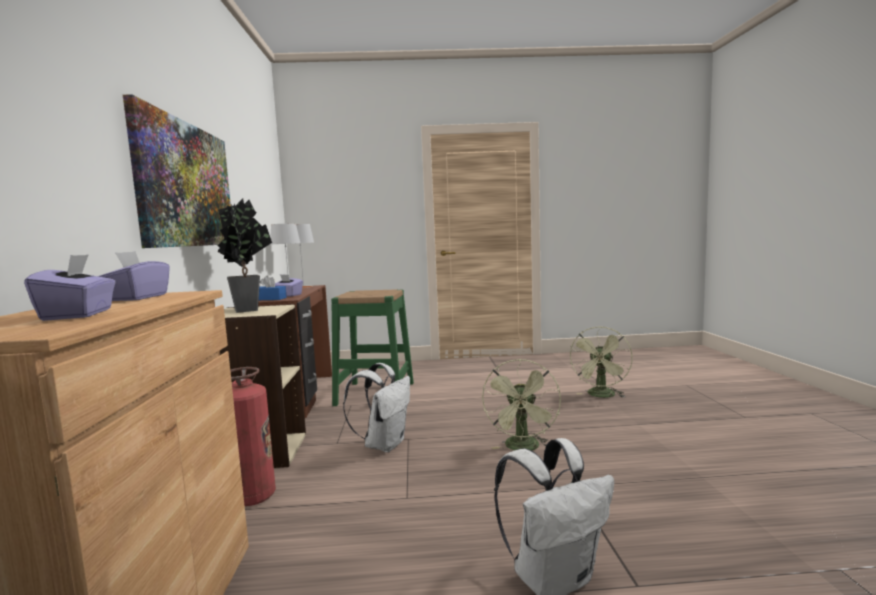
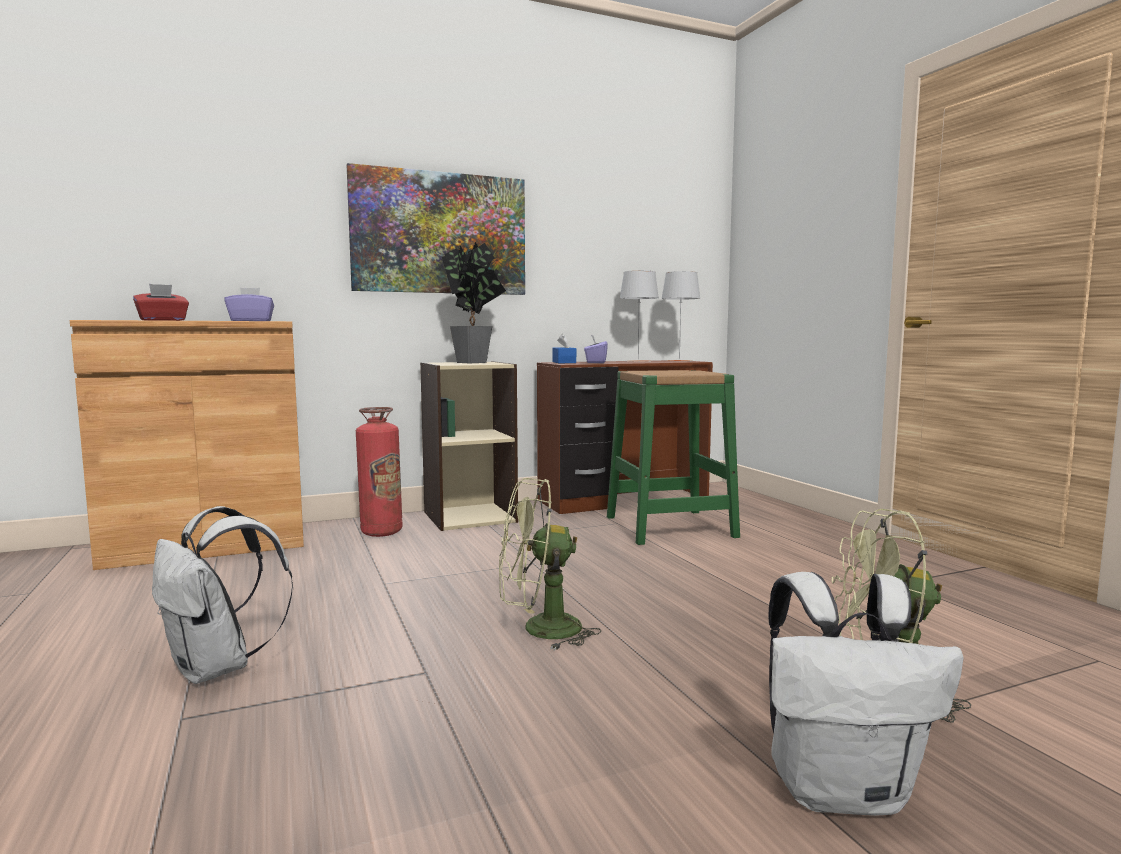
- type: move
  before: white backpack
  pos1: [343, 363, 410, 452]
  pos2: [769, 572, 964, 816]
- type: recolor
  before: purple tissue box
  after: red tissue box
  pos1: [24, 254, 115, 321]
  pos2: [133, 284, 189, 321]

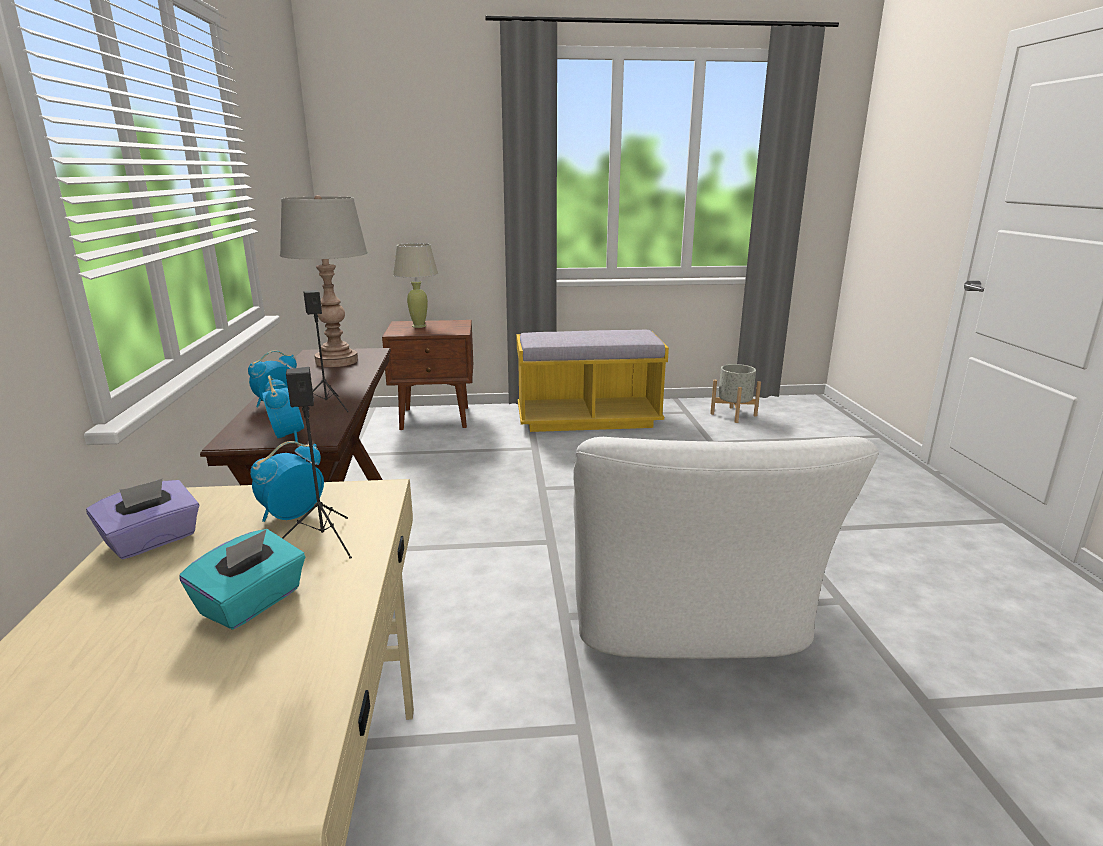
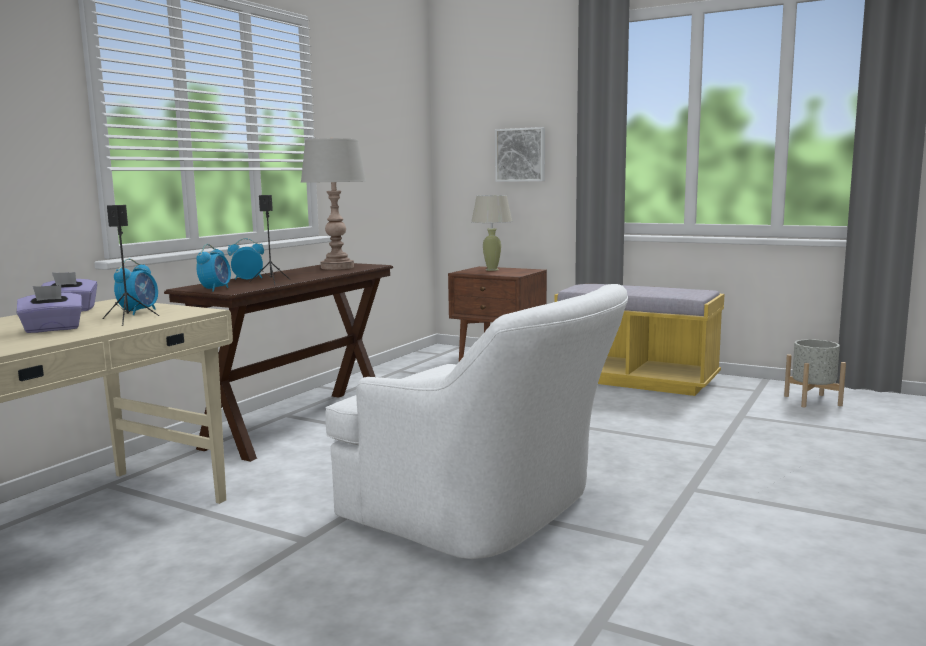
- type: insert
  after: picture
  pos2: [495, 127, 545, 182]
- type: recolor
  before: turquoise tissue box
  after: purple tissue box
  pos1: [179, 529, 305, 630]
  pos2: [17, 285, 82, 333]
- type: rotate
  before: alarm clock
  pos1: [250, 441, 324, 522]
  pos2: [114, 259, 158, 315]
  turn: 120
- type: rotate
  before: white armchair
  pos1: [573, 436, 879, 659]
  pos2: [326, 284, 628, 559]
  turn: -90

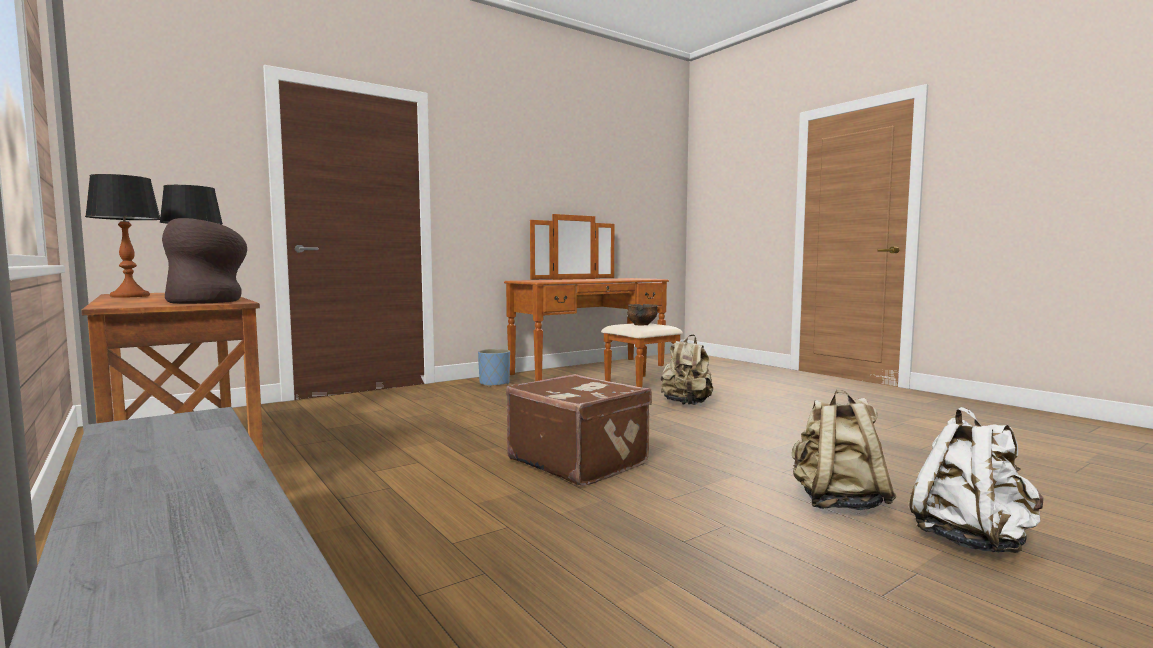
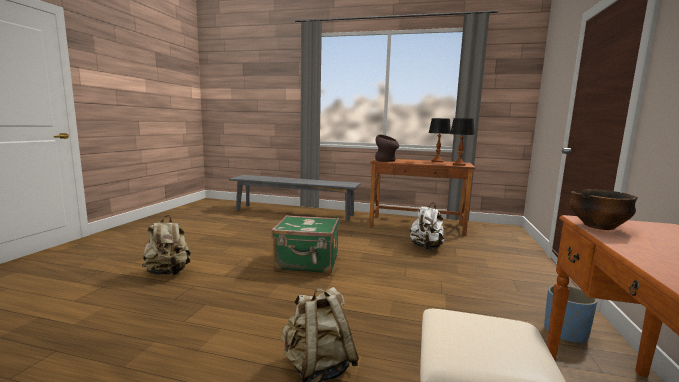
- type: move
  before: bowl
  pos1: [627, 304, 658, 325]
  pos2: [569, 189, 638, 230]
- type: move
  before: white backpack
  pos1: [909, 407, 1043, 553]
  pos2: [410, 203, 445, 250]
- type: recolor
  before: brown suitcase
  after: green suitcase
  pos1: [506, 374, 652, 486]
  pos2: [271, 215, 339, 273]

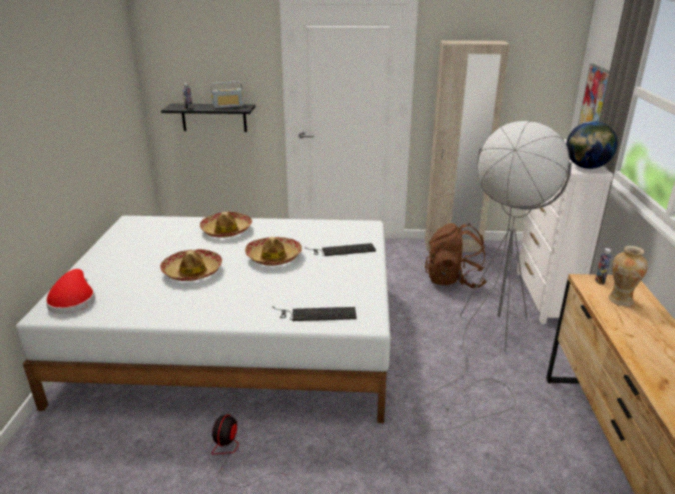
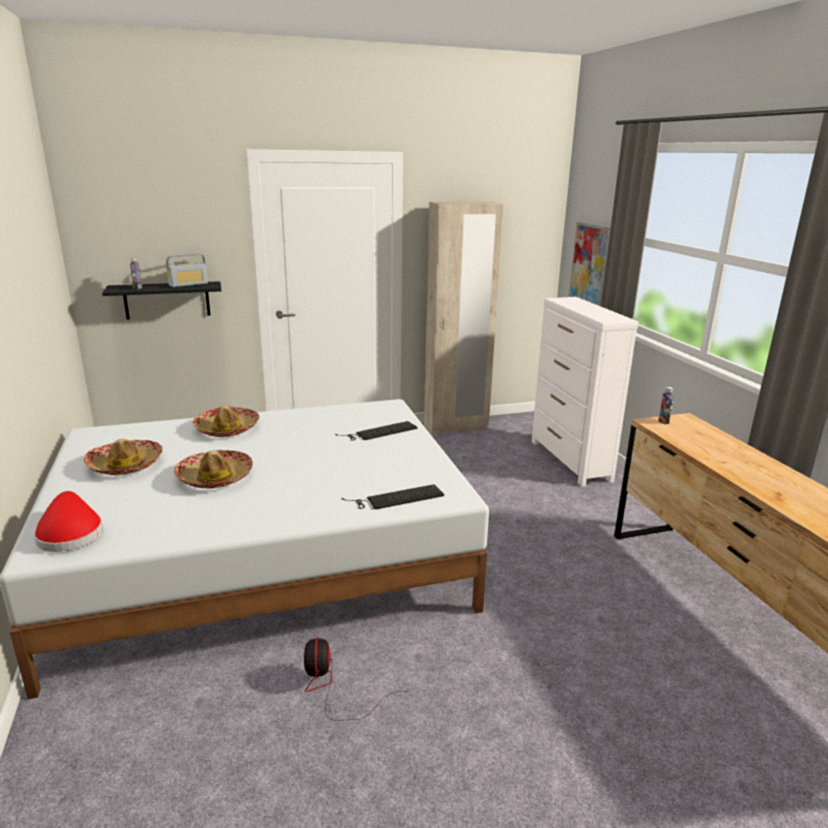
- type: delete
  before: grey floor lamp
  pos1: [413, 121, 572, 431]
- type: delete
  before: brown backpack
  pos1: [425, 223, 486, 288]
- type: delete
  before: globe
  pos1: [566, 121, 618, 169]
- type: delete
  before: vase
  pos1: [609, 246, 648, 306]
- type: move
  before: hat
  pos1: [245, 237, 302, 266]
  pos2: [84, 439, 162, 475]

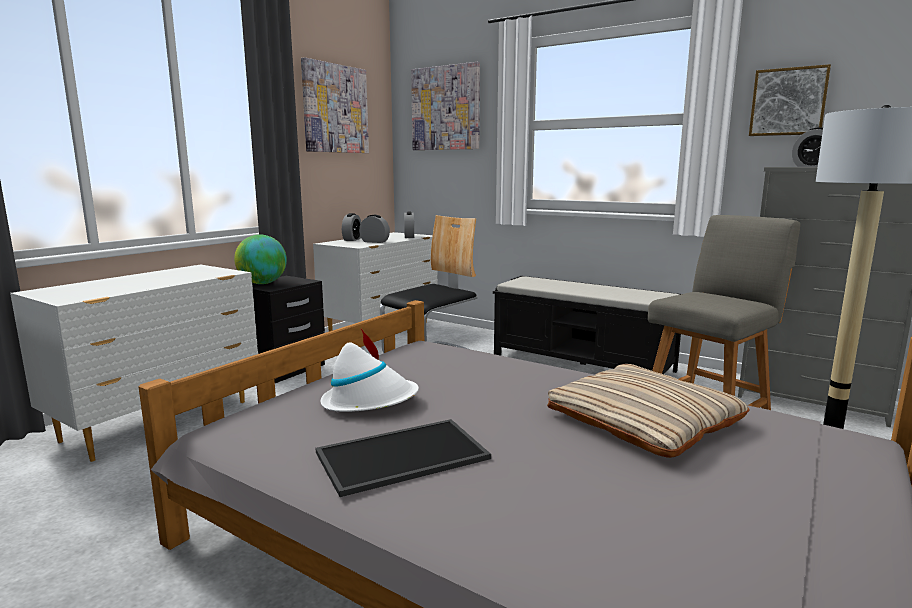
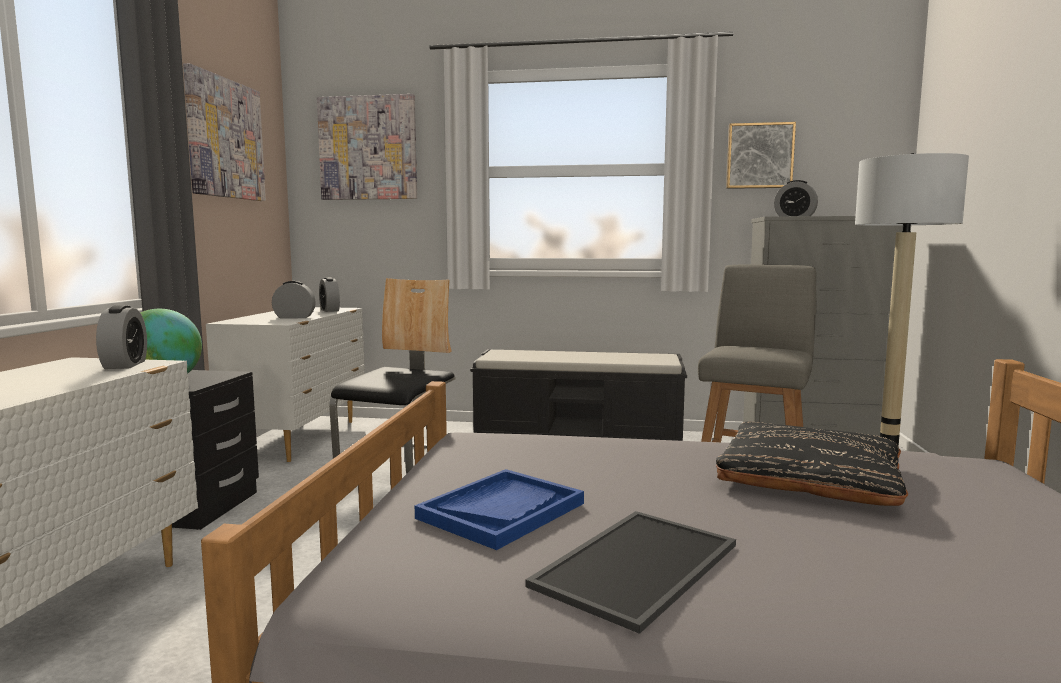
- type: move
  before: alarm clock
  pos1: [342, 213, 361, 241]
  pos2: [96, 305, 147, 369]
- type: replace
  before: white hat
  after: blue tray
  pos1: [320, 328, 419, 412]
  pos2: [415, 469, 584, 550]
- type: recolor
  before: beige pillow
  after: black pillow
  pos1: [547, 364, 750, 458]
  pos2: [716, 421, 908, 506]

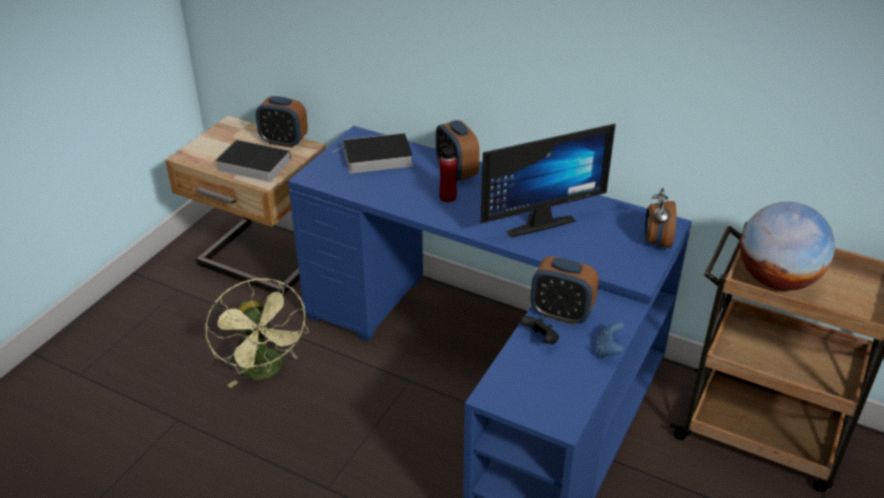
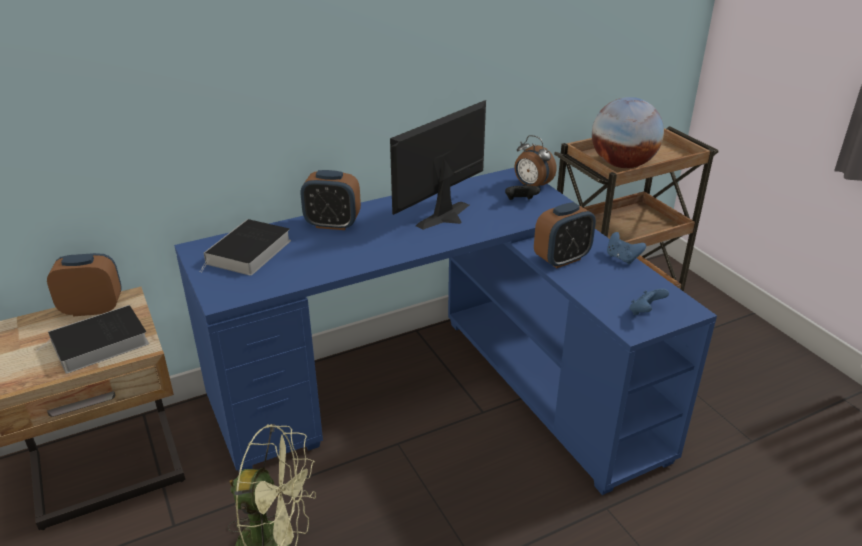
- type: delete
  before: red bottle
  pos1: [439, 142, 457, 202]
- type: insert
  after: blue game controller
  pos2: [630, 288, 669, 315]
- type: move
  before: black game controller
  pos1: [520, 316, 559, 344]
  pos2: [505, 184, 540, 200]
- type: rotate
  before: alarm clock
  pos1: [256, 96, 308, 148]
  pos2: [47, 253, 122, 316]
  turn: -150
- type: rotate
  before: monitor
  pos1: [481, 124, 615, 238]
  pos2: [390, 100, 486, 230]
  turn: -150

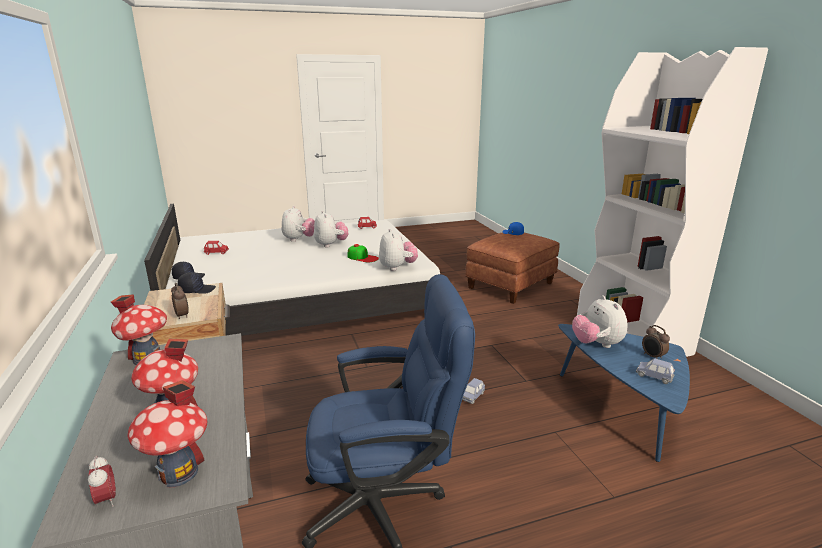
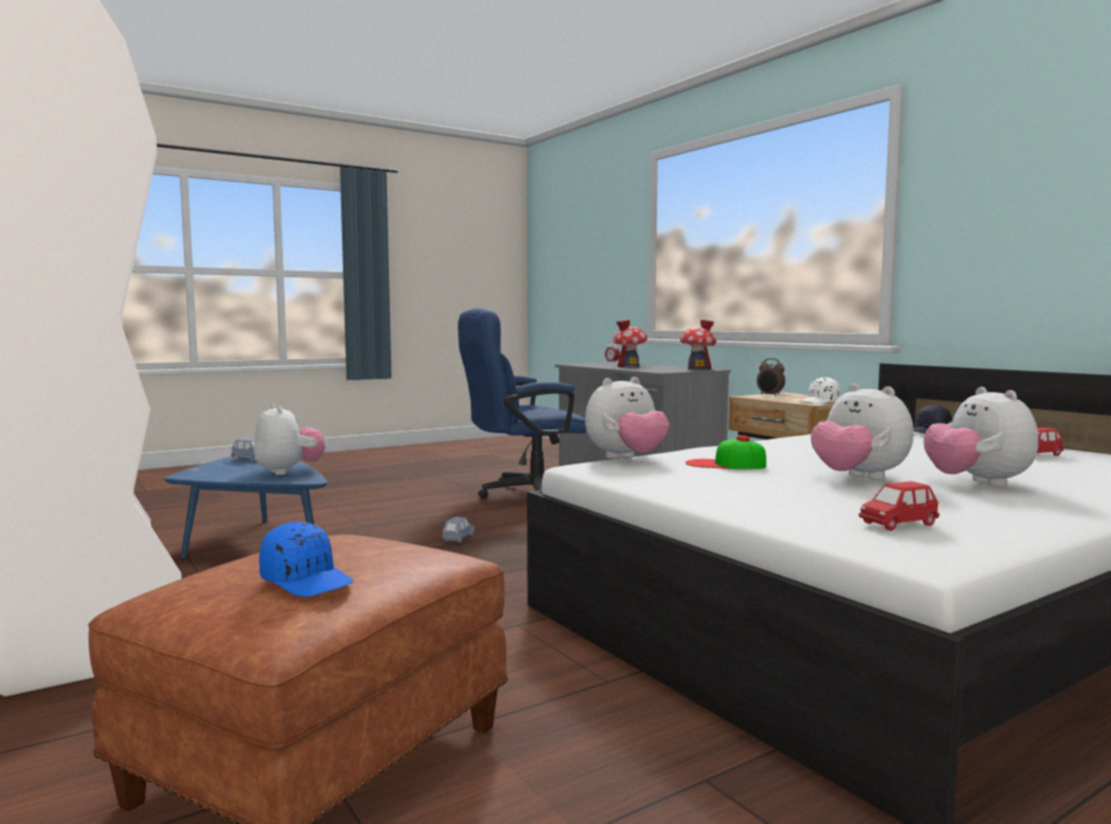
- type: delete
  before: toy house
  pos1: [128, 380, 207, 487]
- type: delete
  before: alarm clock
  pos1: [642, 325, 670, 359]
- type: recolor
  before: black cap
  after: white cap
  pos1: [178, 272, 216, 294]
  pos2: [799, 377, 840, 404]
- type: rotate
  before: plush toy
  pos1: [379, 229, 418, 271]
  pos2: [585, 377, 670, 459]
  turn: -90

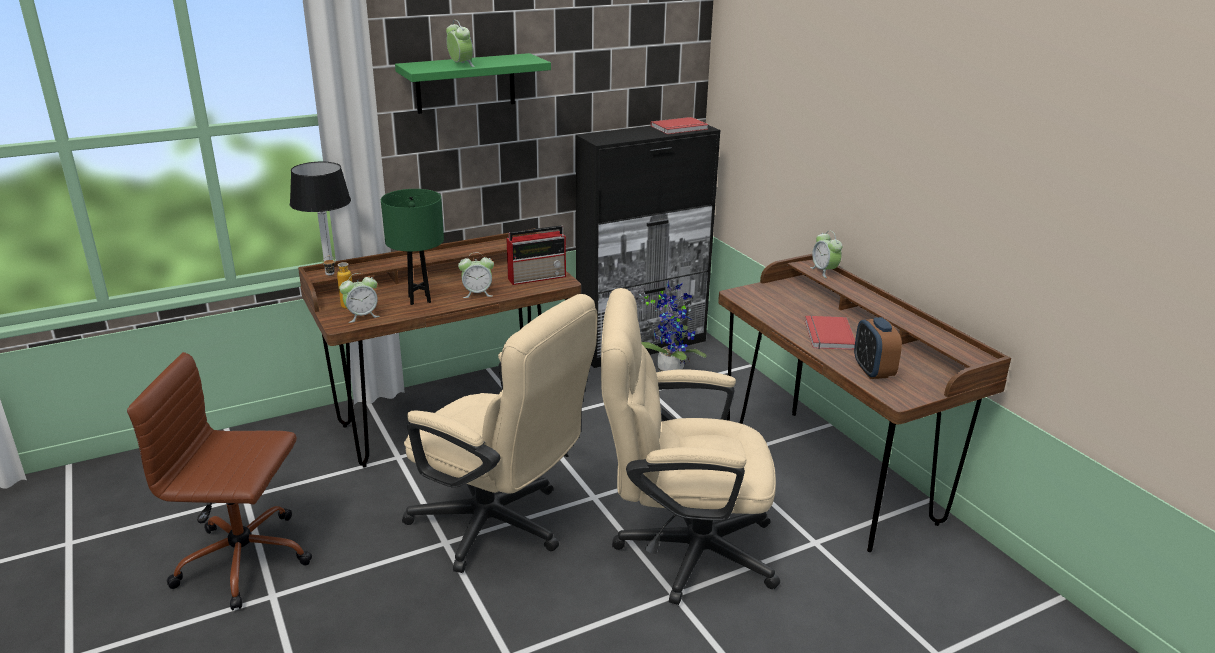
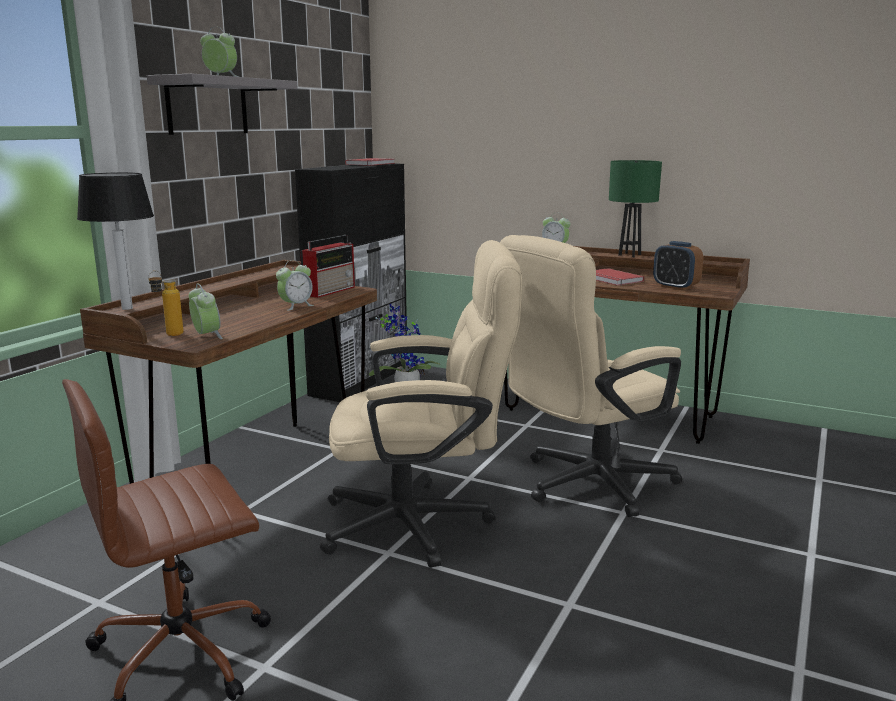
- type: move
  before: green table lamp
  pos1: [381, 189, 444, 305]
  pos2: [609, 160, 662, 257]
- type: recolor
  before: green shelf
  after: grey shelf
  pos1: [395, 53, 551, 114]
  pos2: [147, 74, 298, 135]
- type: rotate
  before: alarm clock
  pos1: [339, 273, 380, 323]
  pos2: [189, 284, 223, 339]
  turn: -60

